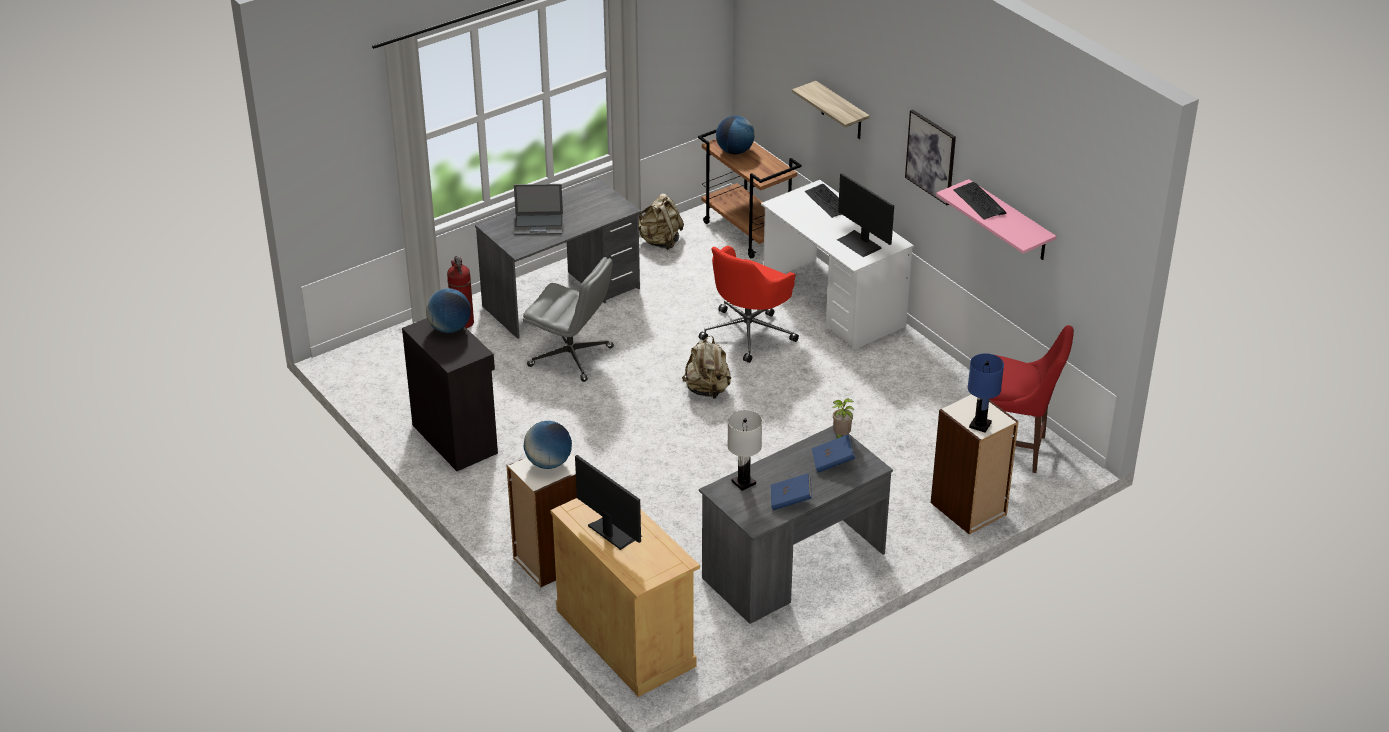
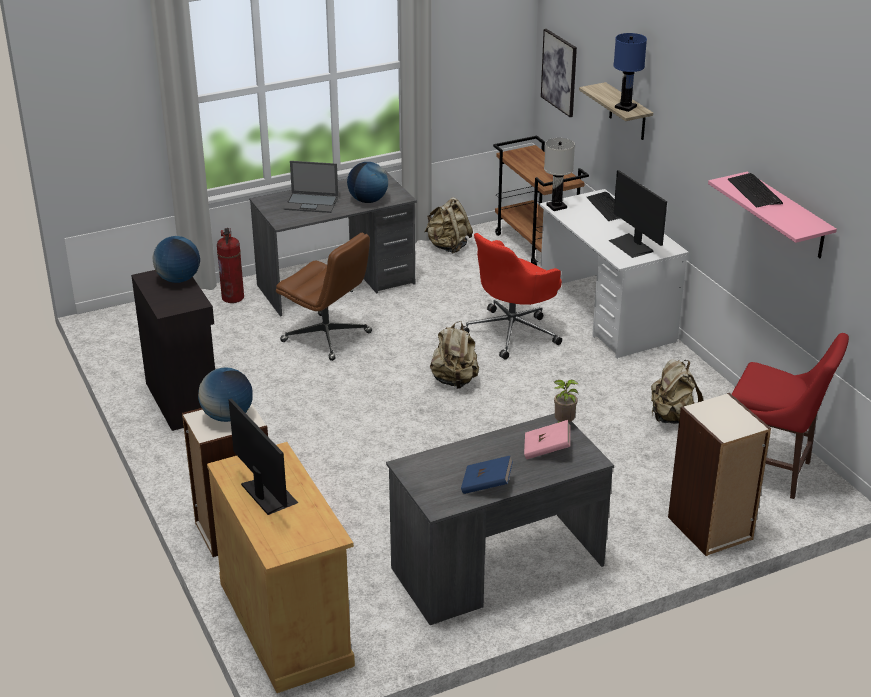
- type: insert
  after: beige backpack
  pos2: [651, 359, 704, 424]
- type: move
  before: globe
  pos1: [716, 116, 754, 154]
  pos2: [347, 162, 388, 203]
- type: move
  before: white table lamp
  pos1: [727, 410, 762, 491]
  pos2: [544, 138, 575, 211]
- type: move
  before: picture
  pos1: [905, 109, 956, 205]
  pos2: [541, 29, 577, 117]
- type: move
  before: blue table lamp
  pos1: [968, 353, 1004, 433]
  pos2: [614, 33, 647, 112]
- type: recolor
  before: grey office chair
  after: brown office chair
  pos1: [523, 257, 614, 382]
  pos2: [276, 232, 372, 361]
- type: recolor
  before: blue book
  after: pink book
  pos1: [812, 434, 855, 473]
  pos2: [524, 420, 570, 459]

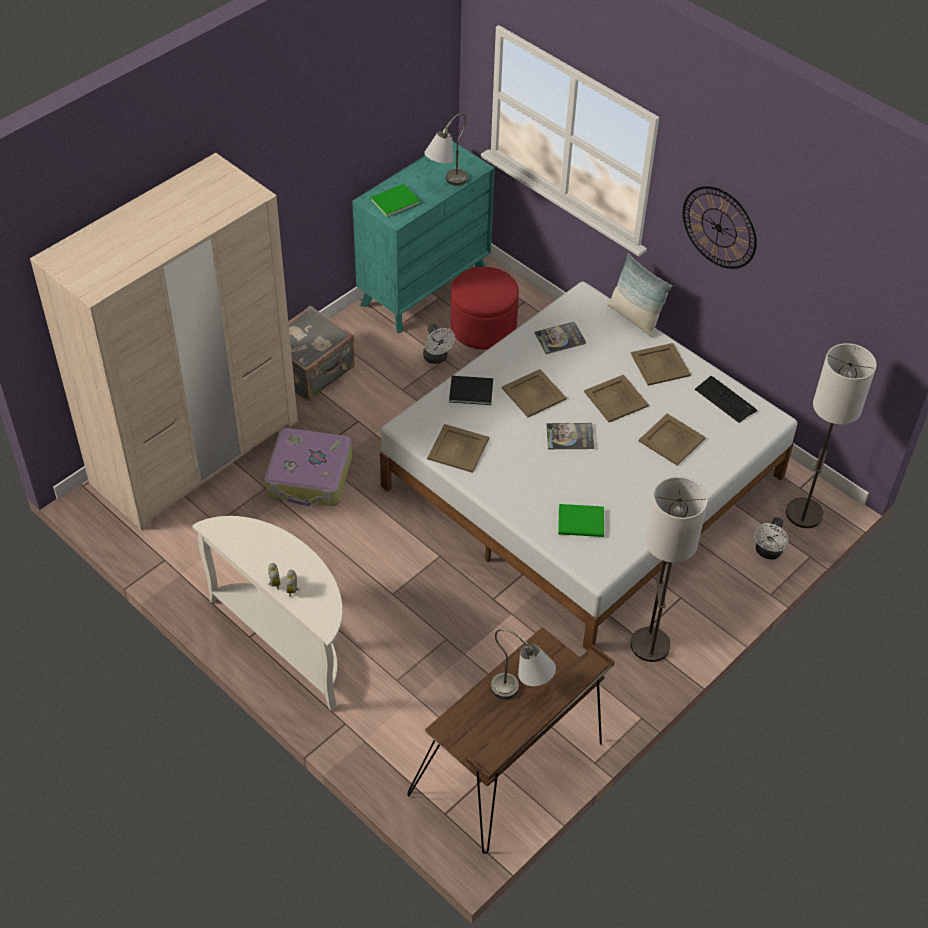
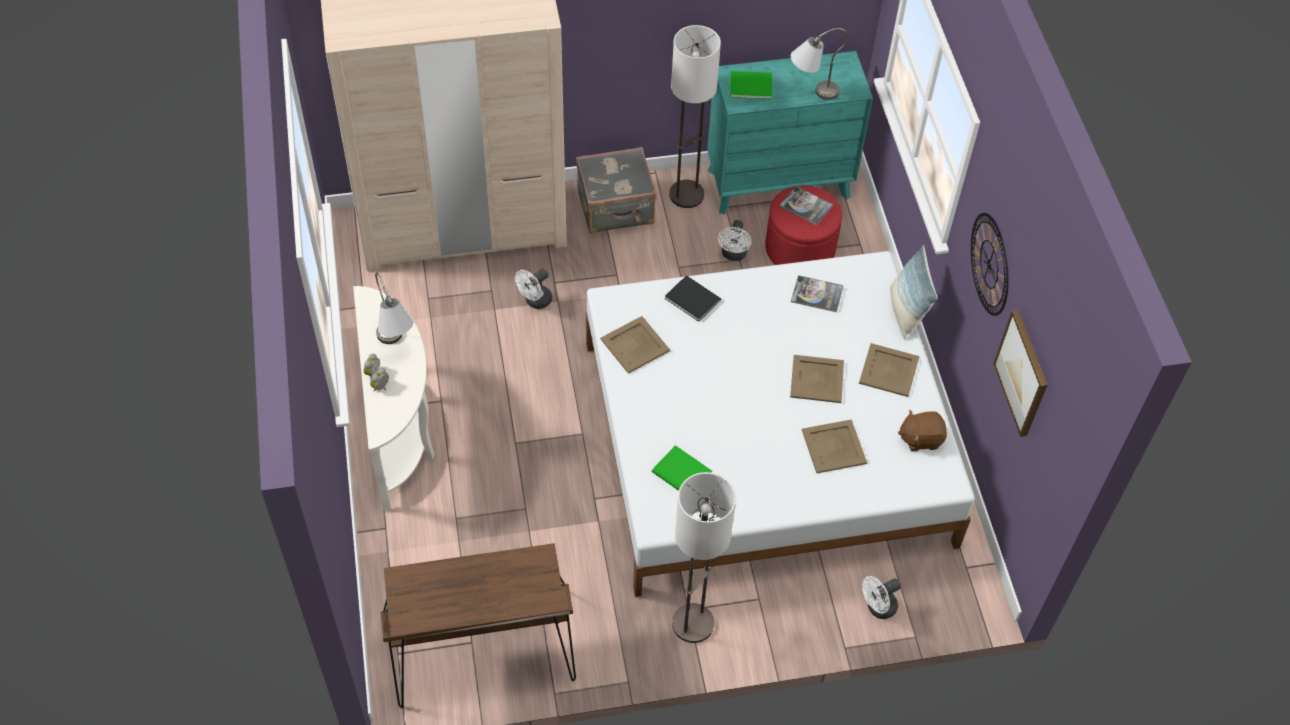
- type: delete
  before: beige tray
  pos1: [502, 369, 567, 417]
- type: insert
  after: picture
  pos2: [993, 310, 1047, 437]
- type: move
  before: grey table lamp
  pos1: [491, 629, 556, 699]
  pos2: [375, 272, 413, 344]
- type: move
  before: book
  pos1: [547, 423, 594, 449]
  pos2: [780, 186, 833, 225]
- type: move
  before: floor lamp
  pos1: [786, 343, 877, 528]
  pos2: [669, 25, 721, 208]
- type: replace
  before: suitcase
  after: white fan
  pos1: [265, 428, 352, 506]
  pos2: [515, 268, 552, 309]
- type: replace
  before: keyboard
  after: brown plush toy
  pos1: [695, 376, 757, 423]
  pos2: [898, 410, 947, 451]

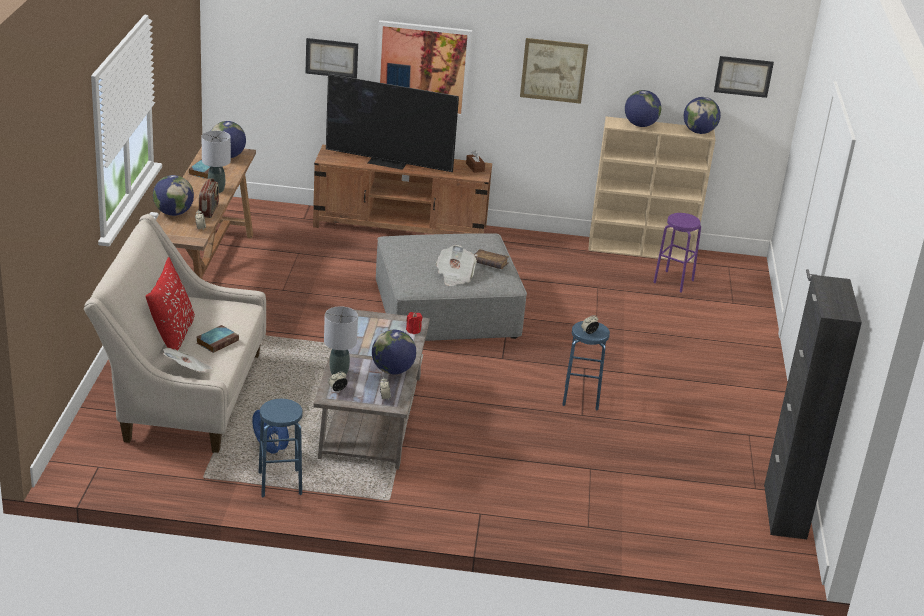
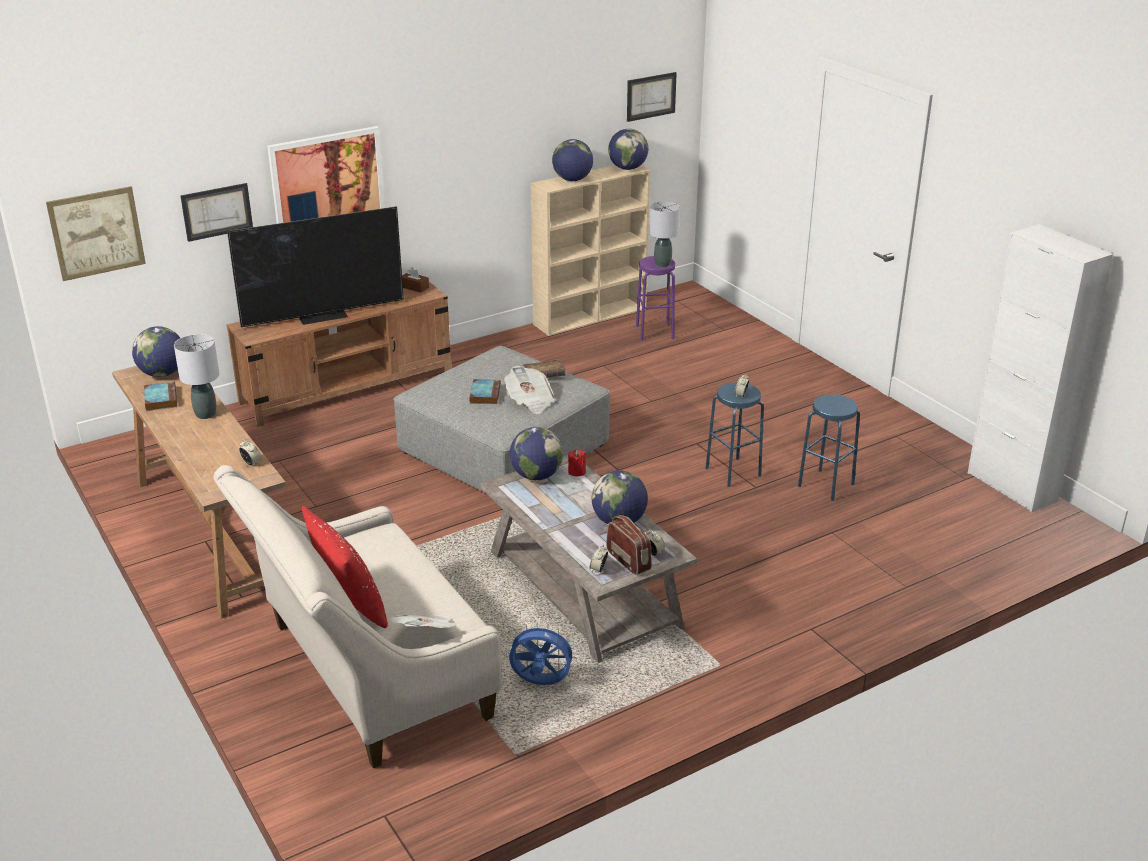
- type: move
  before: globe
  pos1: [153, 175, 194, 216]
  pos2: [510, 427, 563, 480]
- type: move
  before: book
  pos1: [197, 325, 239, 353]
  pos2: [469, 379, 501, 404]
- type: move
  before: radio
  pos1: [199, 178, 219, 218]
  pos2: [606, 515, 652, 575]
- type: move
  before: blue stool
  pos1: [259, 399, 303, 497]
  pos2: [798, 394, 860, 501]
- type: move
  before: grey table lamp
  pos1: [324, 306, 358, 375]
  pos2: [649, 201, 680, 267]
- type: move
  before: picture
  pos1: [520, 38, 588, 104]
  pos2: [46, 186, 146, 281]
- type: recolor
  before: black cabinet
  after: white cabinet
  pos1: [764, 275, 862, 539]
  pos2: [968, 224, 1113, 512]

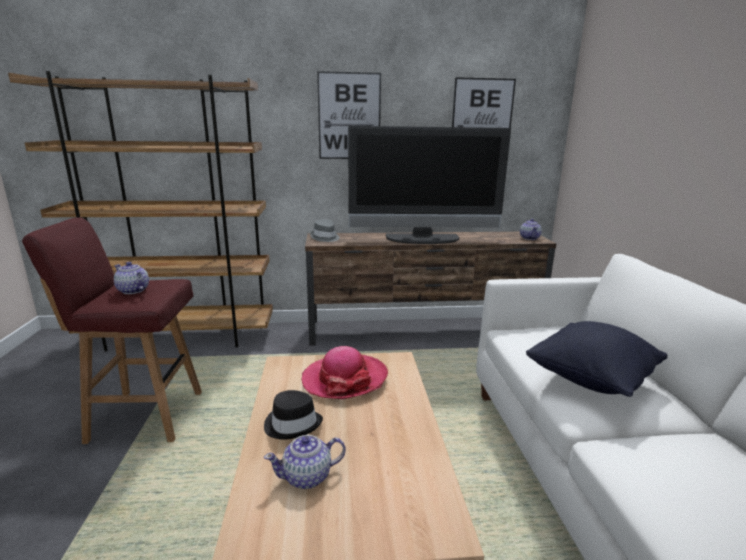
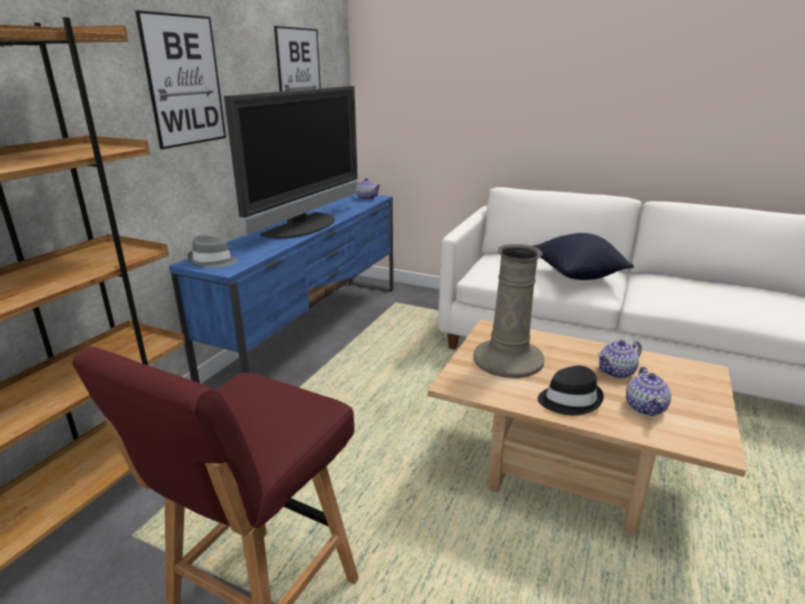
- type: move
  before: teapot
  pos1: [114, 262, 149, 294]
  pos2: [598, 340, 642, 379]
- type: replace
  before: hat
  after: beige vase
  pos1: [302, 346, 388, 399]
  pos2: [473, 244, 545, 378]
- type: recolor
  before: brown tv stand
  after: blue tv stand
  pos1: [305, 232, 556, 346]
  pos2: [169, 194, 393, 383]

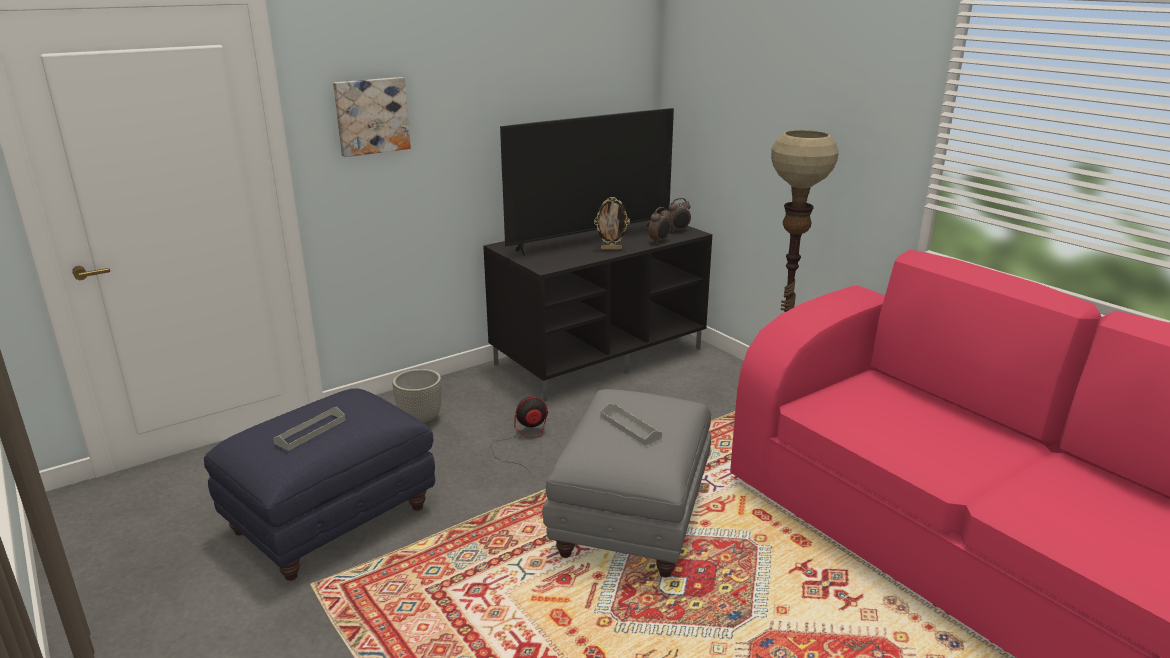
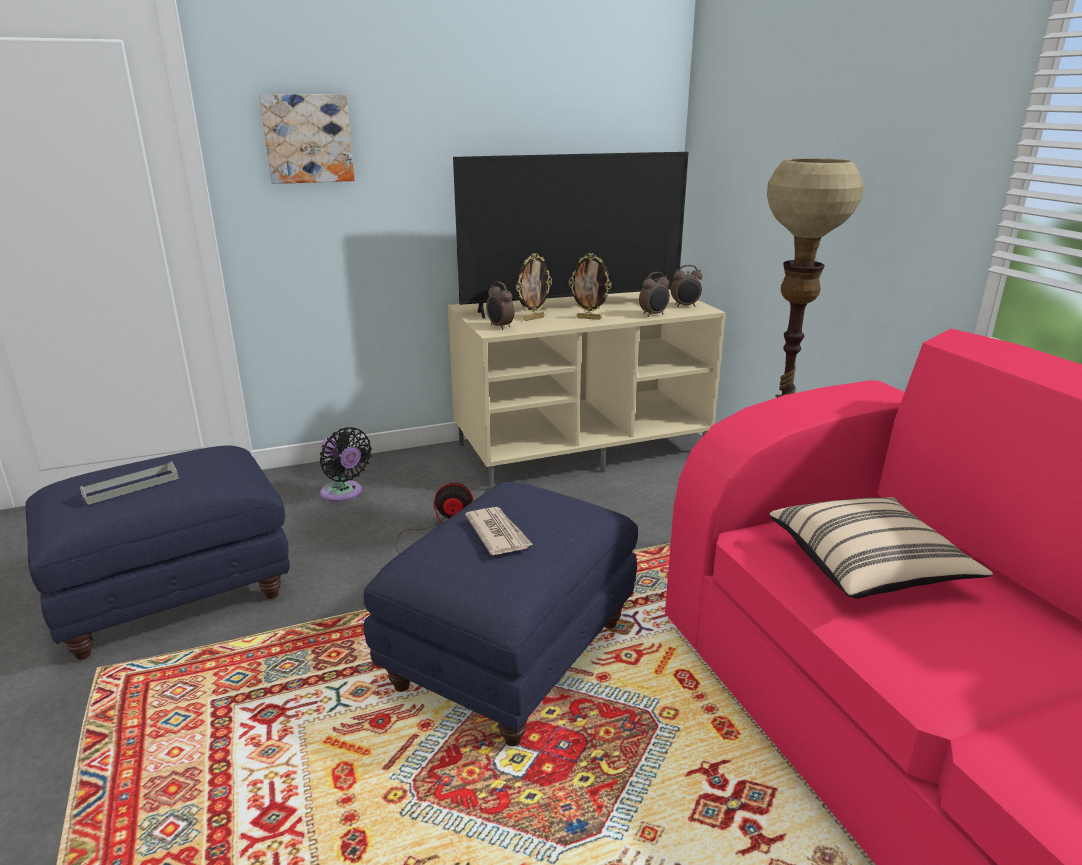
- type: insert
  after: alarm clock
  pos2: [486, 282, 515, 330]
- type: insert
  after: picture frame
  pos2: [516, 253, 552, 321]
- type: insert
  after: beige pillow
  pos2: [769, 497, 993, 598]
- type: replace
  before: planter
  after: black fan
  pos1: [392, 369, 442, 424]
  pos2: [320, 427, 372, 502]
- type: replace
  before: grey tray
  after: newspaper
  pos1: [600, 404, 662, 446]
  pos2: [465, 507, 533, 555]
- type: recolor
  before: black tv stand
  after: beige tv stand
  pos1: [483, 220, 712, 401]
  pos2: [448, 289, 726, 490]
- type: recolor
  before: grey ottoman
  after: blue ottoman
  pos1: [542, 389, 711, 578]
  pos2: [364, 482, 638, 746]

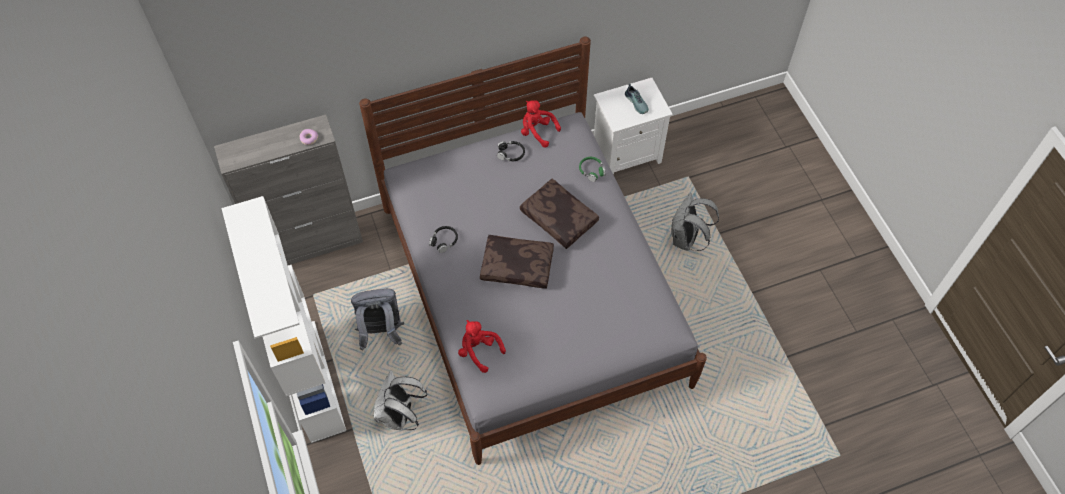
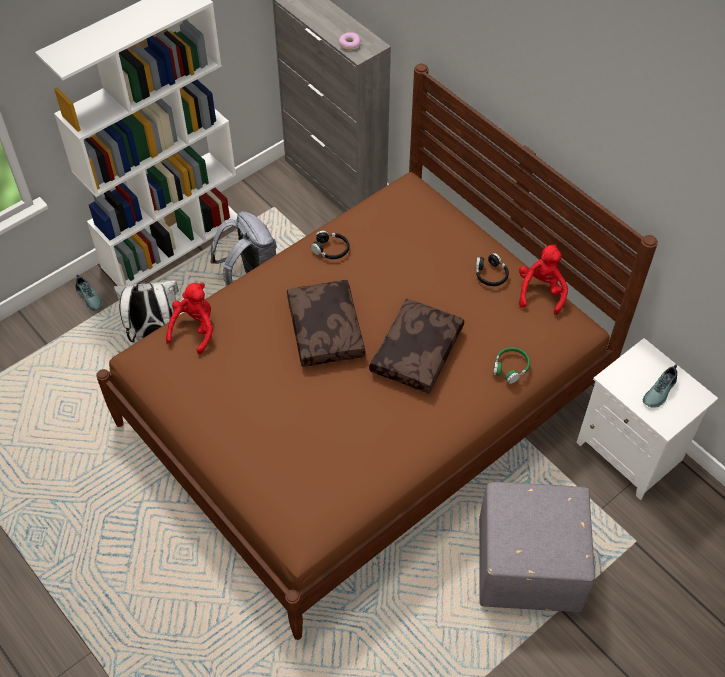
- type: insert
  after: shoe
  pos2: [75, 274, 103, 311]
- type: replace
  before: grey backpack
  after: grey ottoman
  pos1: [671, 193, 719, 251]
  pos2: [479, 482, 595, 612]
- type: recolor
  before: grey bed
  after: brown bed
  pos1: [359, 36, 707, 465]
  pos2: [96, 64, 658, 640]

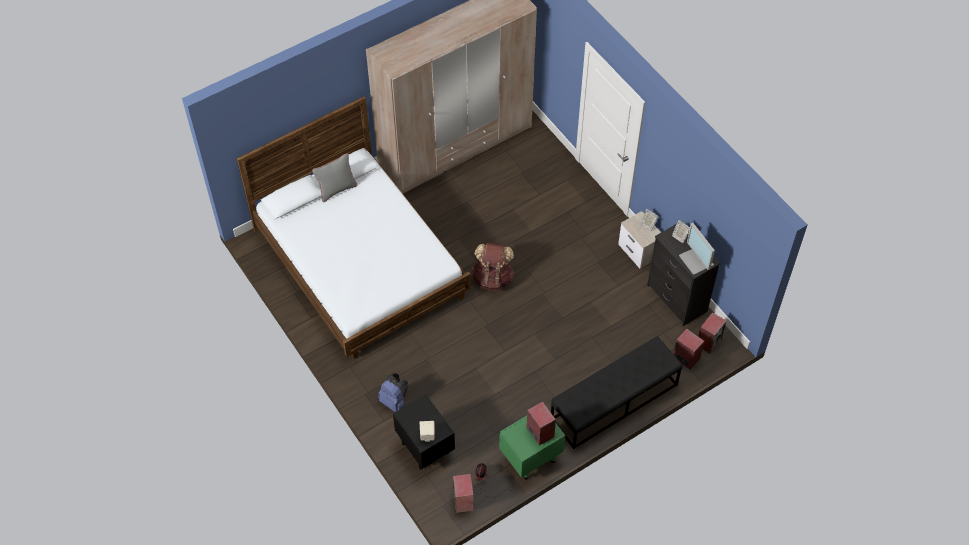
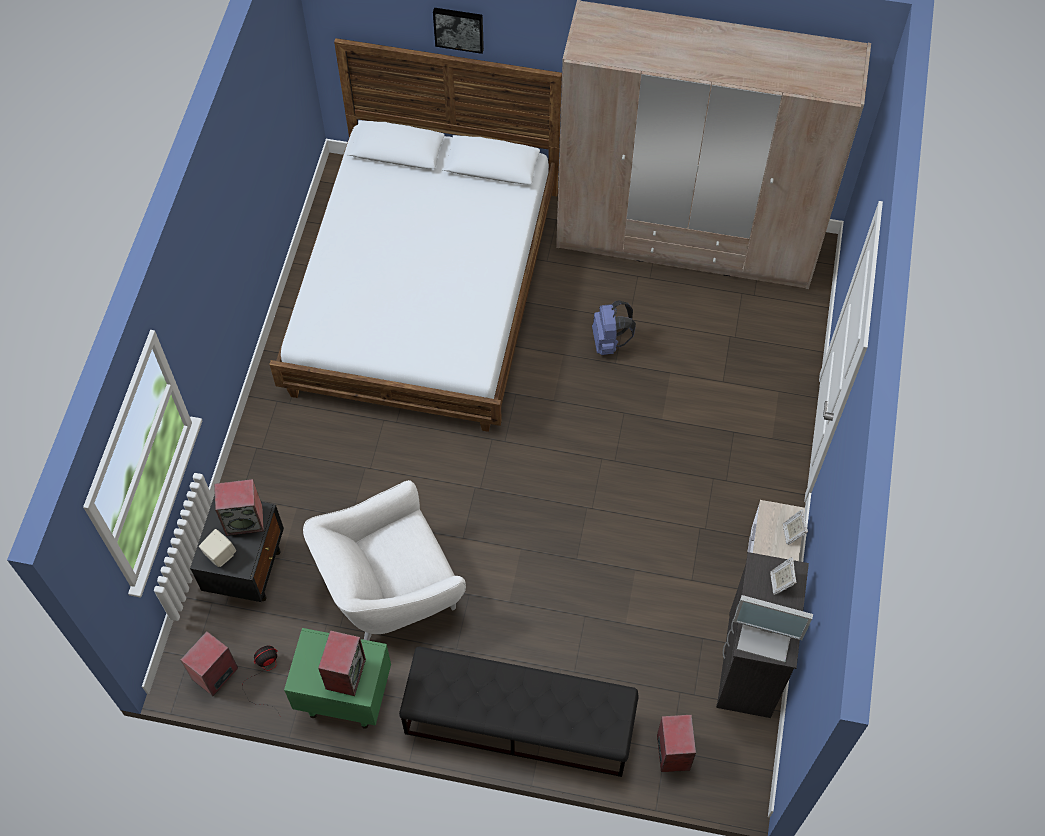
- type: delete
  before: grey pillow
  pos1: [312, 153, 357, 202]
- type: delete
  before: brown backpack
  pos1: [471, 243, 514, 291]
- type: insert
  after: white armchair
  pos2: [303, 480, 466, 641]
- type: insert
  after: picture
  pos2: [433, 8, 484, 54]
- type: move
  before: blue backpack
  pos1: [378, 373, 408, 412]
  pos2: [592, 300, 636, 355]
- type: move
  before: speaker
  pos1: [698, 312, 726, 353]
  pos2: [214, 479, 264, 536]
- type: rotate
  before: monitor
  pos1: [679, 223, 715, 275]
  pos2: [733, 595, 813, 663]
  turn: -90

